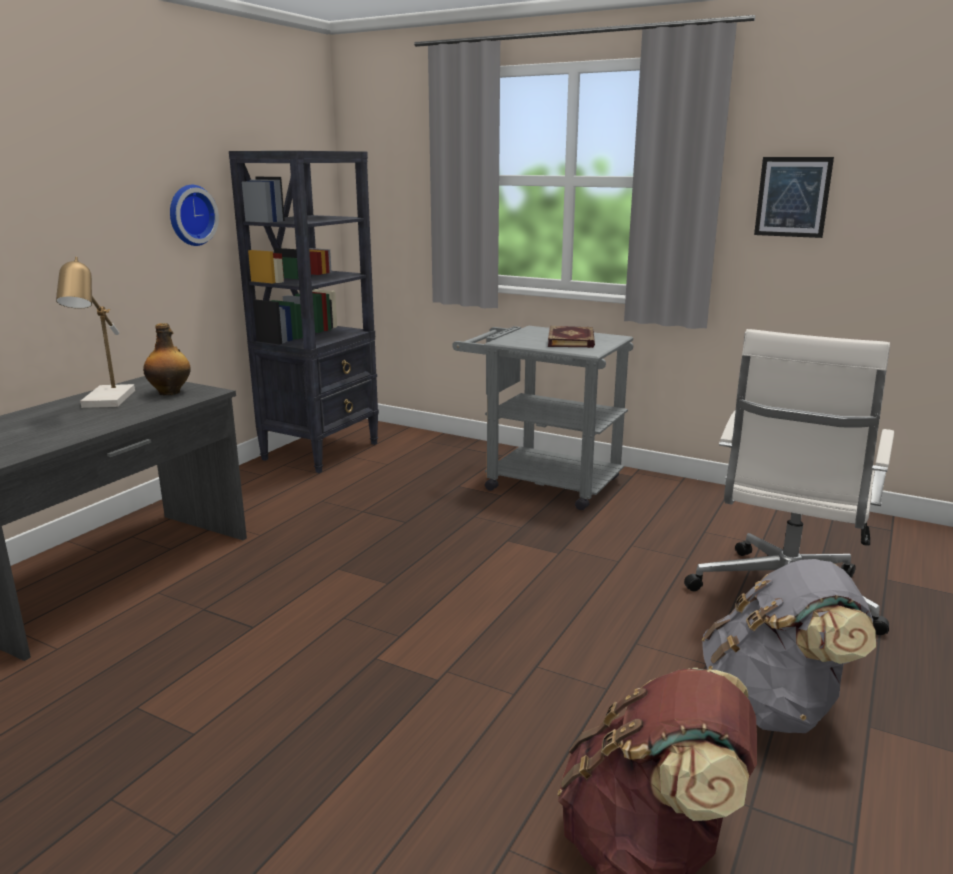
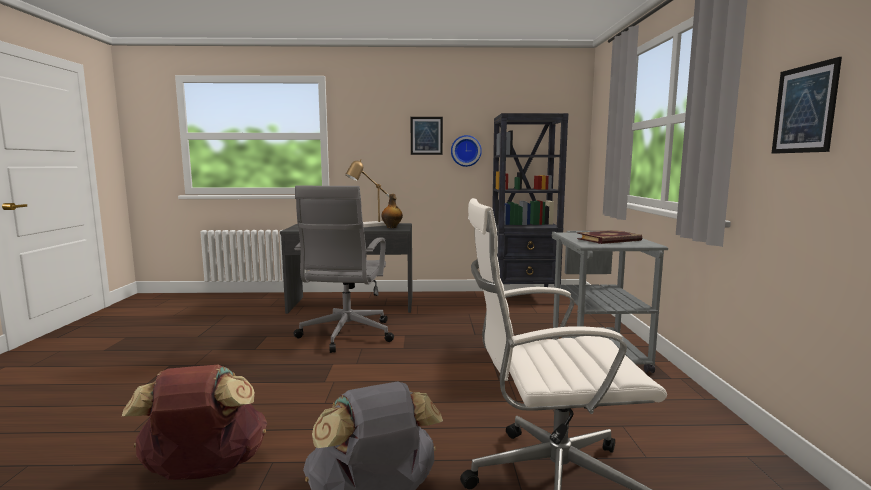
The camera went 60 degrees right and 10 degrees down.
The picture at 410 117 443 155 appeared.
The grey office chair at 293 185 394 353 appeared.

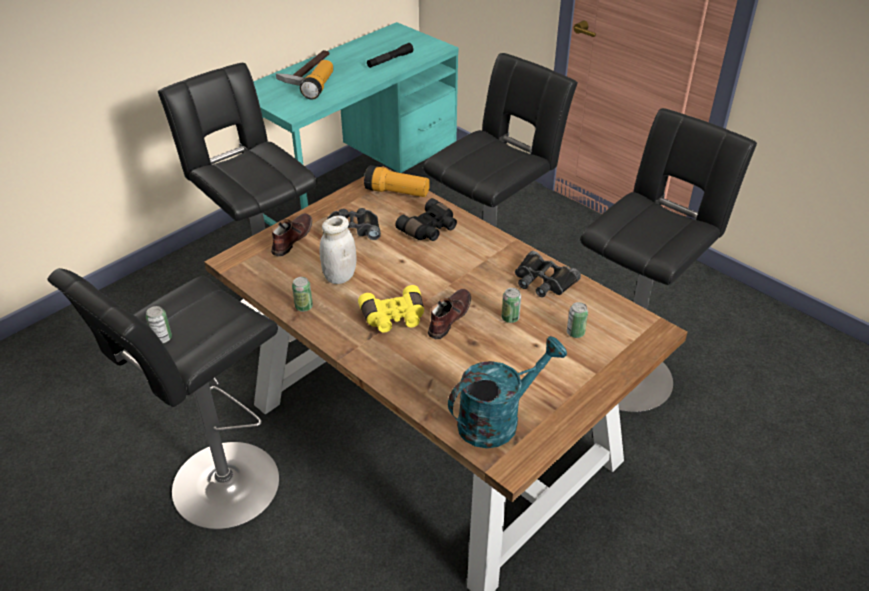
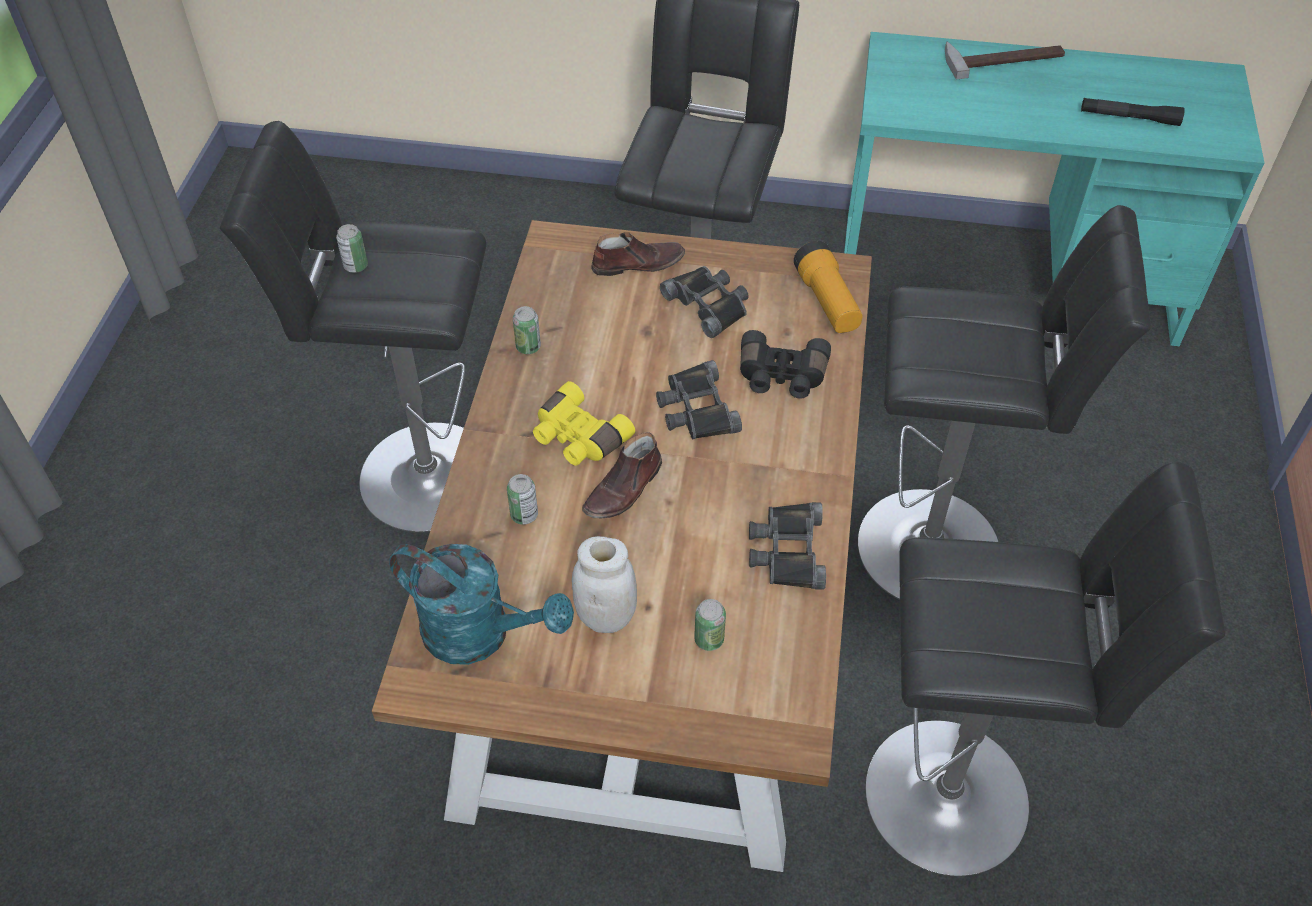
The camera went 55 degrees right and 10 degrees up.
The flashlight at 300 60 333 100 disappeared.
The white jar moved from 319 215 357 284 to 572 536 637 633.
The can moved from 501 288 521 323 to 507 474 538 525.
The brown shoe at 428 289 471 339 turned 135 degrees clockwise.
The black binoculars at 656 360 742 439 appeared.

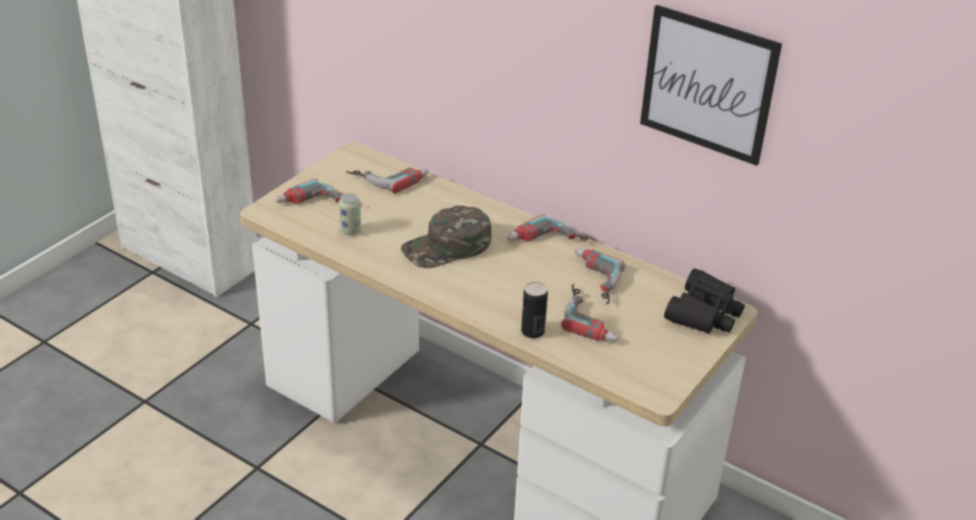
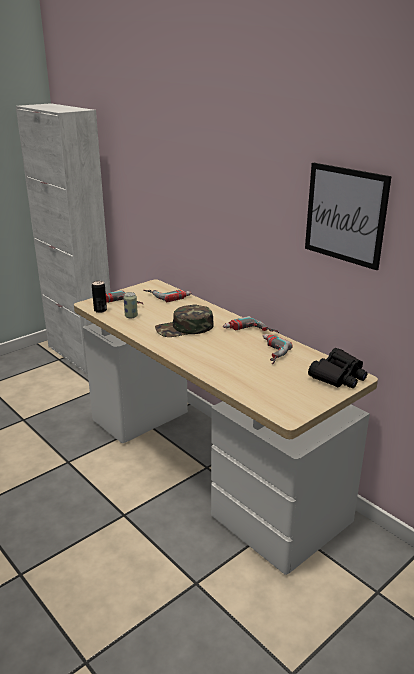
The camera went 15 degrees right and 10 degrees down.
The can moved from 521 282 548 338 to 92 281 107 313.
The power drill at 561 284 618 342 disappeared.

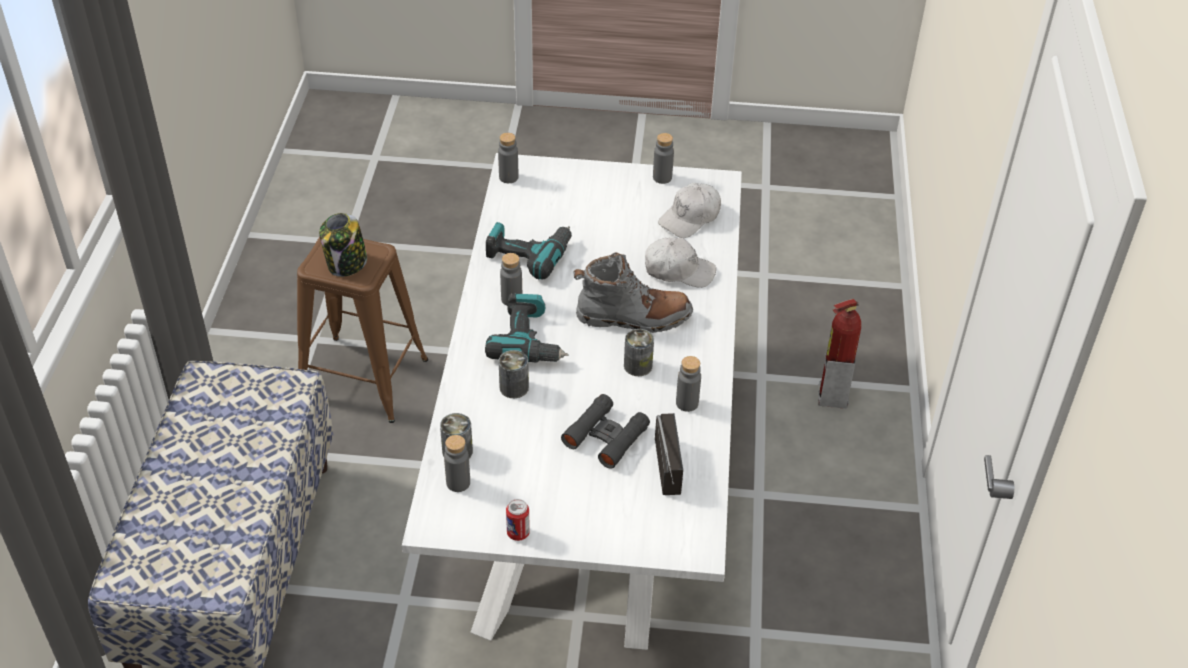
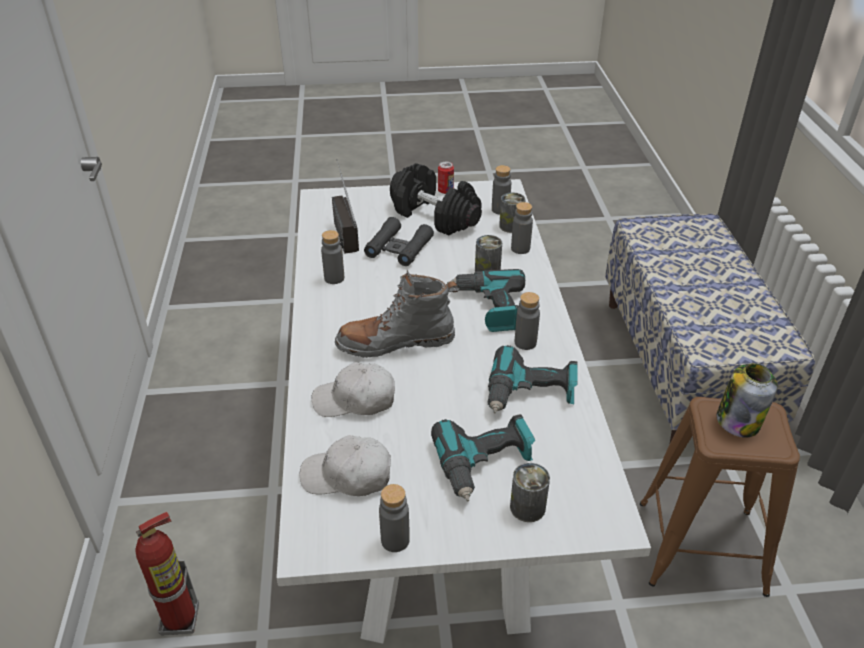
The camera went 170 degrees right and 5 degrees down.
The grey bottle moved from 498 133 518 183 to 511 202 533 254.
The white cap at 658 183 721 238 turned 120 degrees counterclockwise.
The can moved from 624 329 654 376 to 510 463 550 522.
The black dumbbell at 390 163 482 236 appeared.
The power drill at 431 414 535 502 appeared.

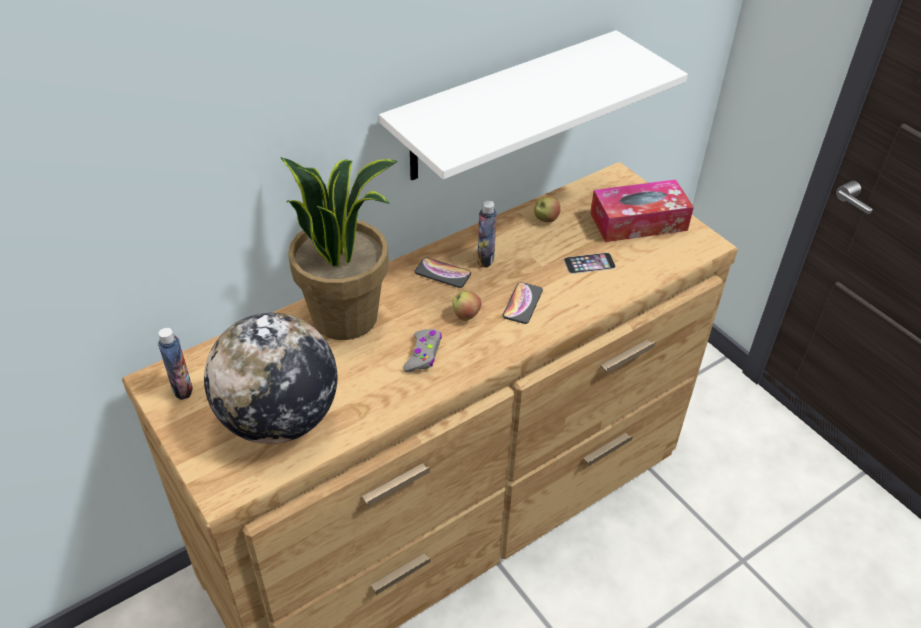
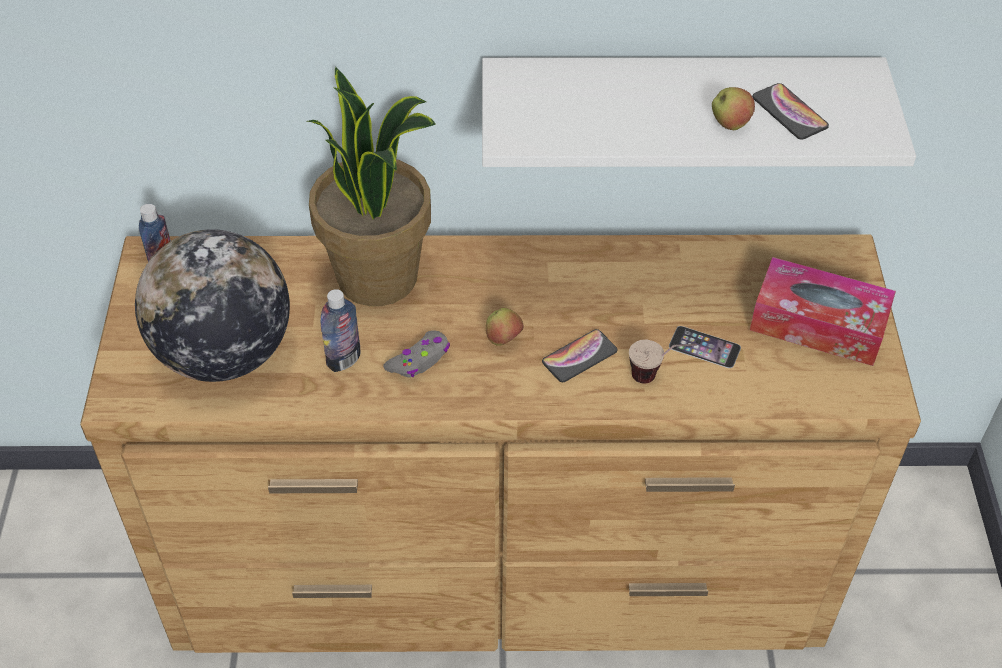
The camera went 35 degrees right and 5 degrees up.
The apple moved from 534 196 561 222 to 712 87 755 130.
The bottle moved from 477 201 497 268 to 321 289 361 372.
The phone moved from 414 257 471 288 to 752 83 829 140.
The cup at 629 340 697 384 appeared.

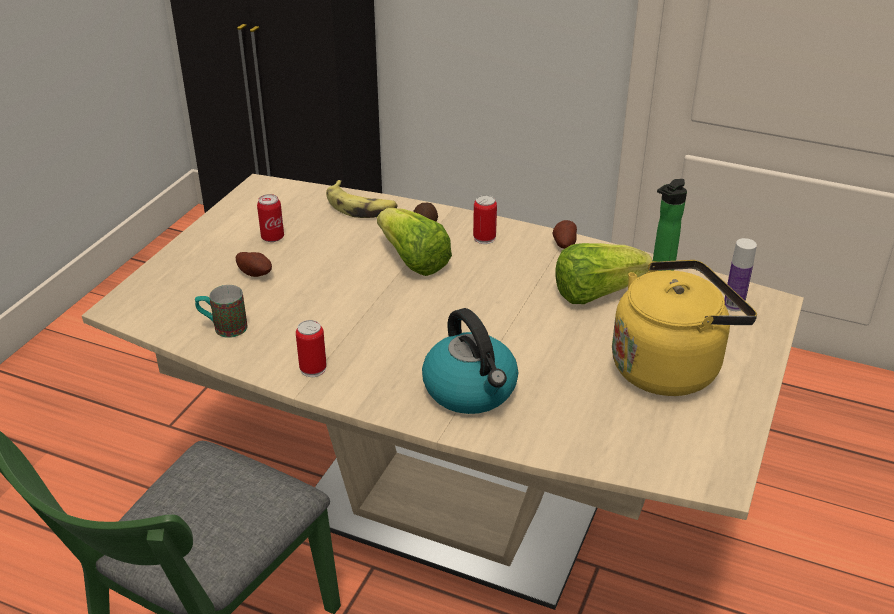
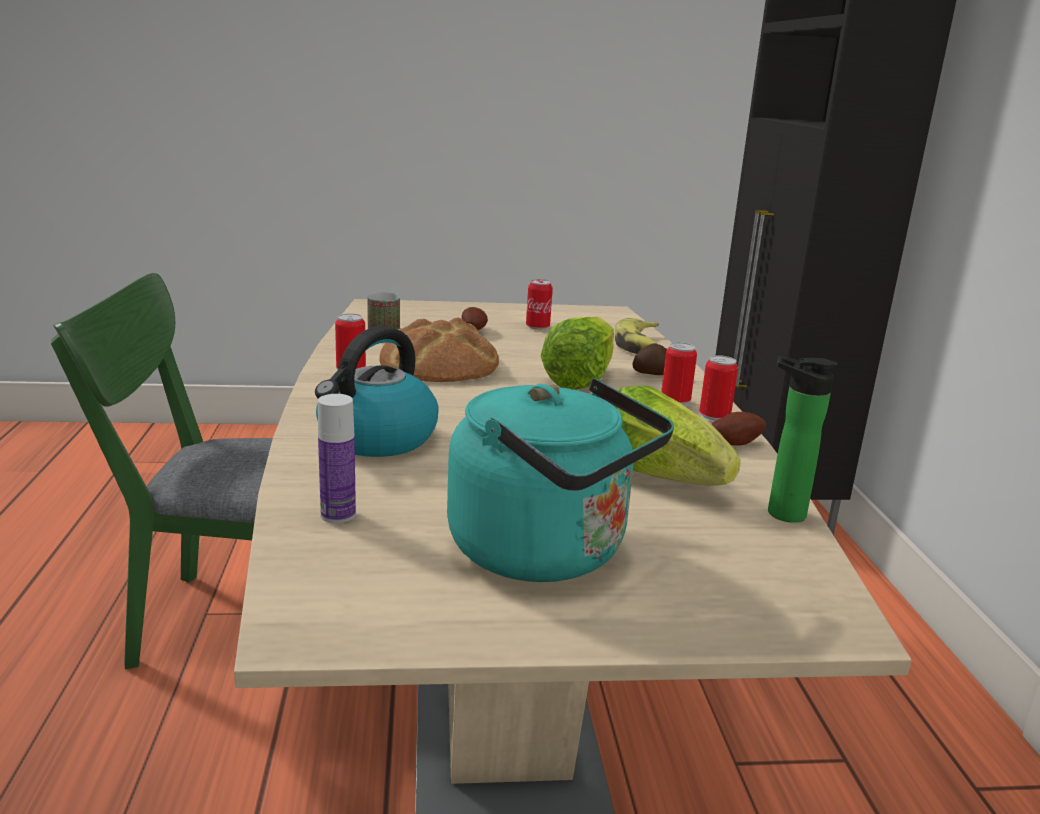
The camera went 60 degrees right and 15 degrees down.
The bottle moved from 724 238 757 311 to 318 394 356 523.
The yellow kettle at 612 260 757 396 became the turquoise kettle at 447 378 674 582.
The bread at 379 317 499 382 appeared.
The can at 699 355 738 423 appeared.

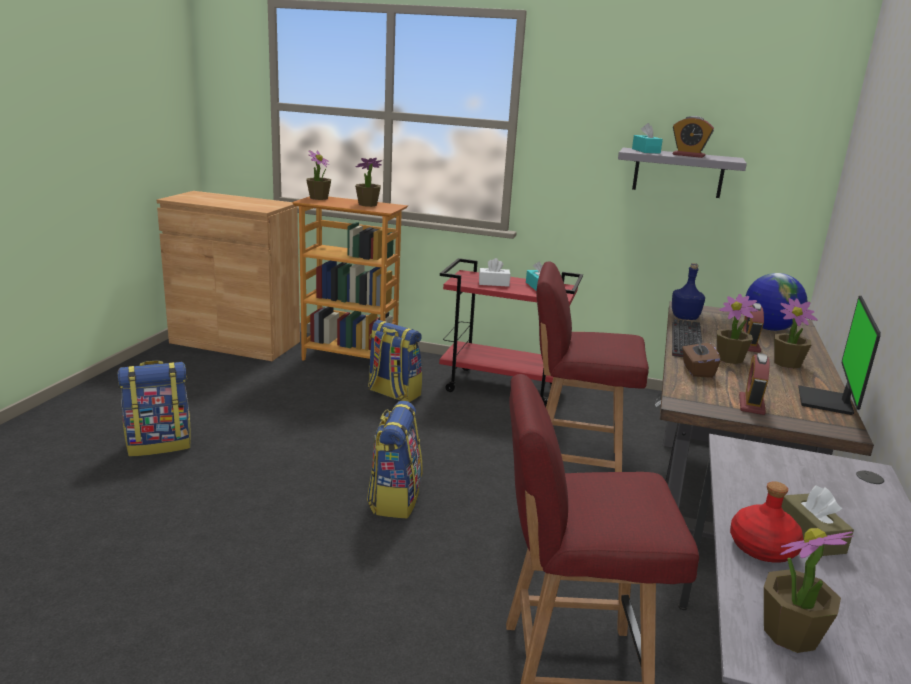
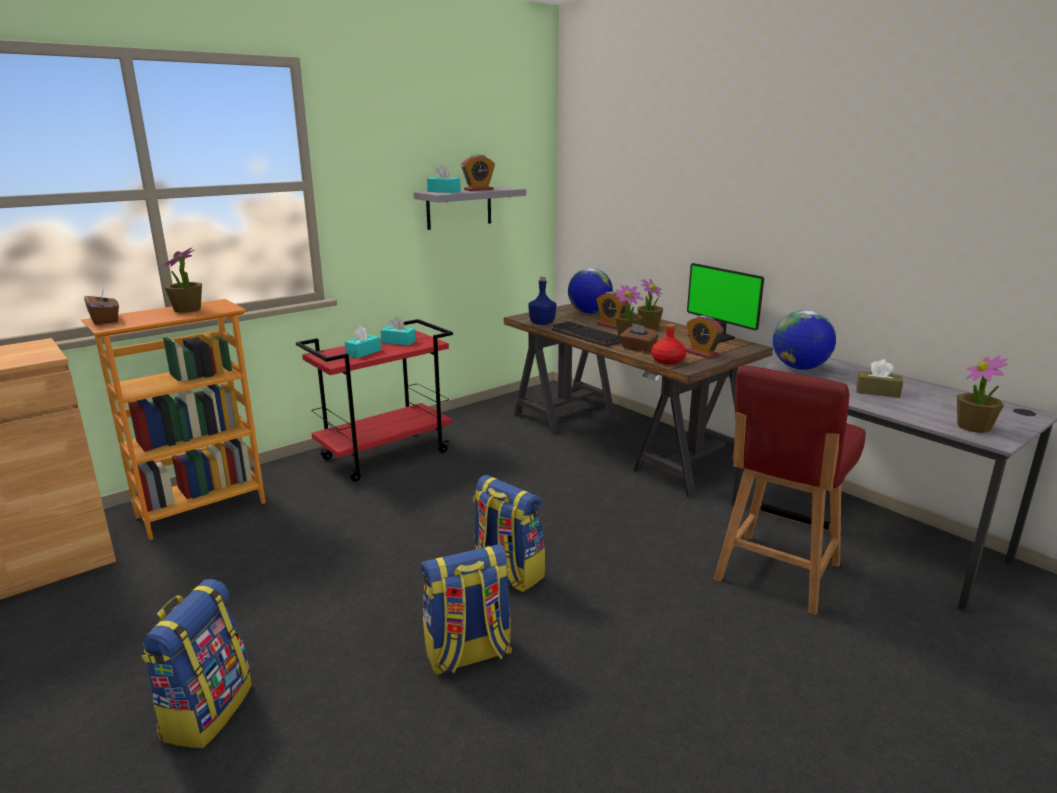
The camera went 55 degrees left and 0 degrees up.
The potted plant at 306 150 331 200 was replaced by the brown tissue box at 84 288 119 325.
The white tissue box at 479 258 510 287 became the turquoise tissue box at 345 326 381 358.
The red chair at 536 261 649 472 disappeared.
The backpack moved from 368 320 422 402 to 420 544 512 675.
The red bottle moved from 730 481 804 563 to 651 324 686 364.
The globe at 773 310 836 370 appeared.

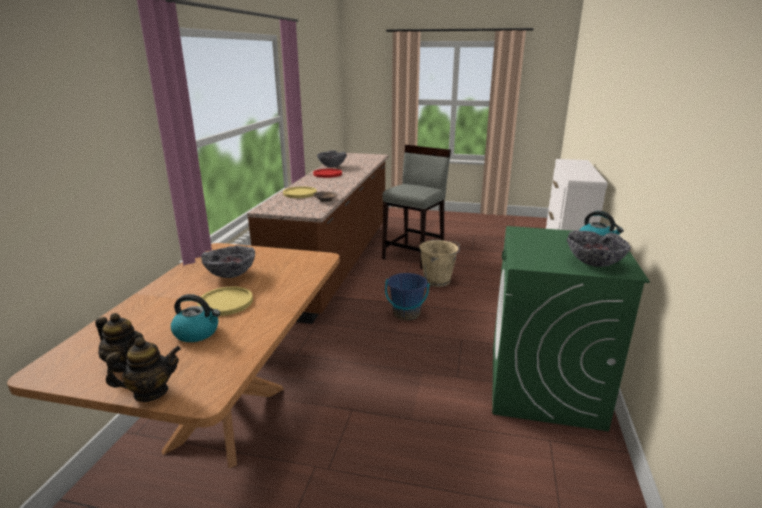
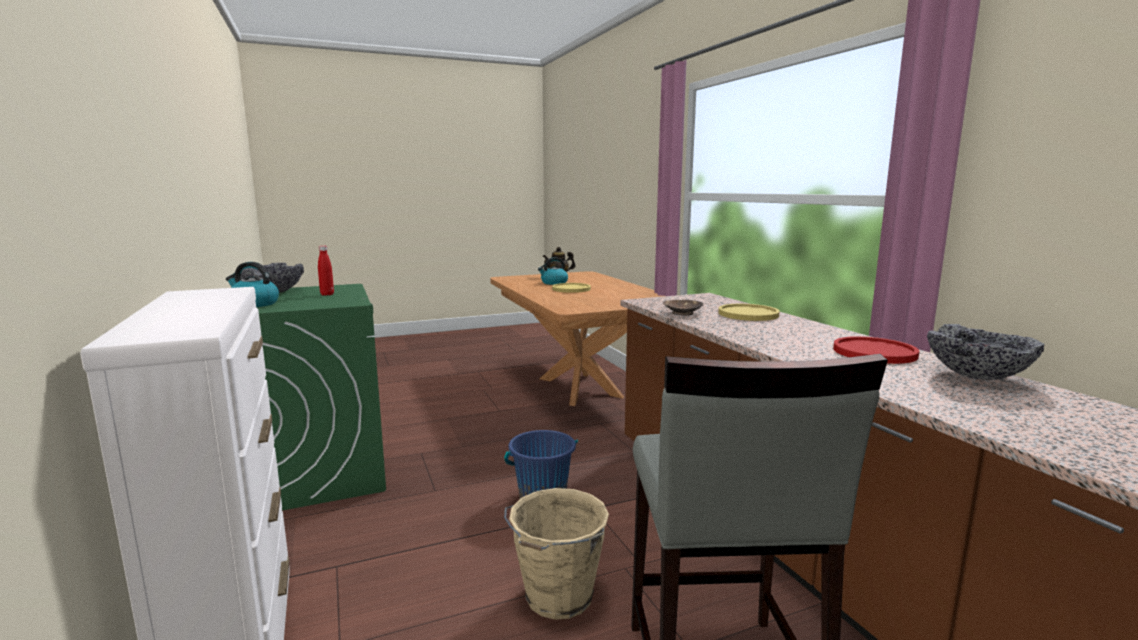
The camera went 145 degrees right and 10 degrees down.
The bowl at 201 246 255 278 disappeared.
The teapot at 106 337 181 402 disappeared.
The red bottle at 318 246 334 296 appeared.

